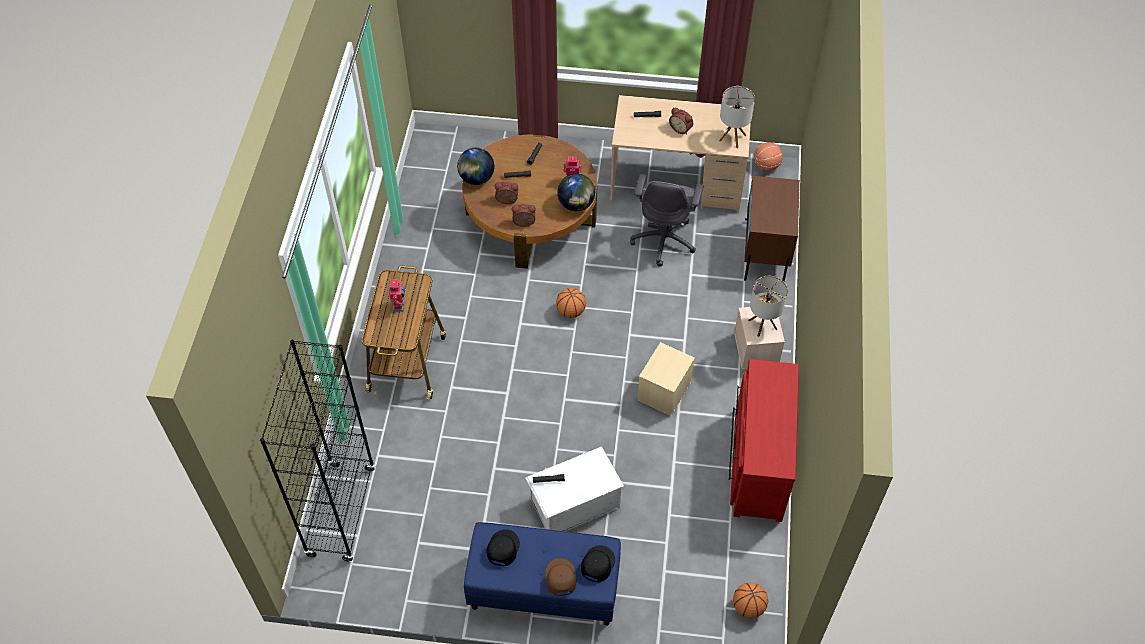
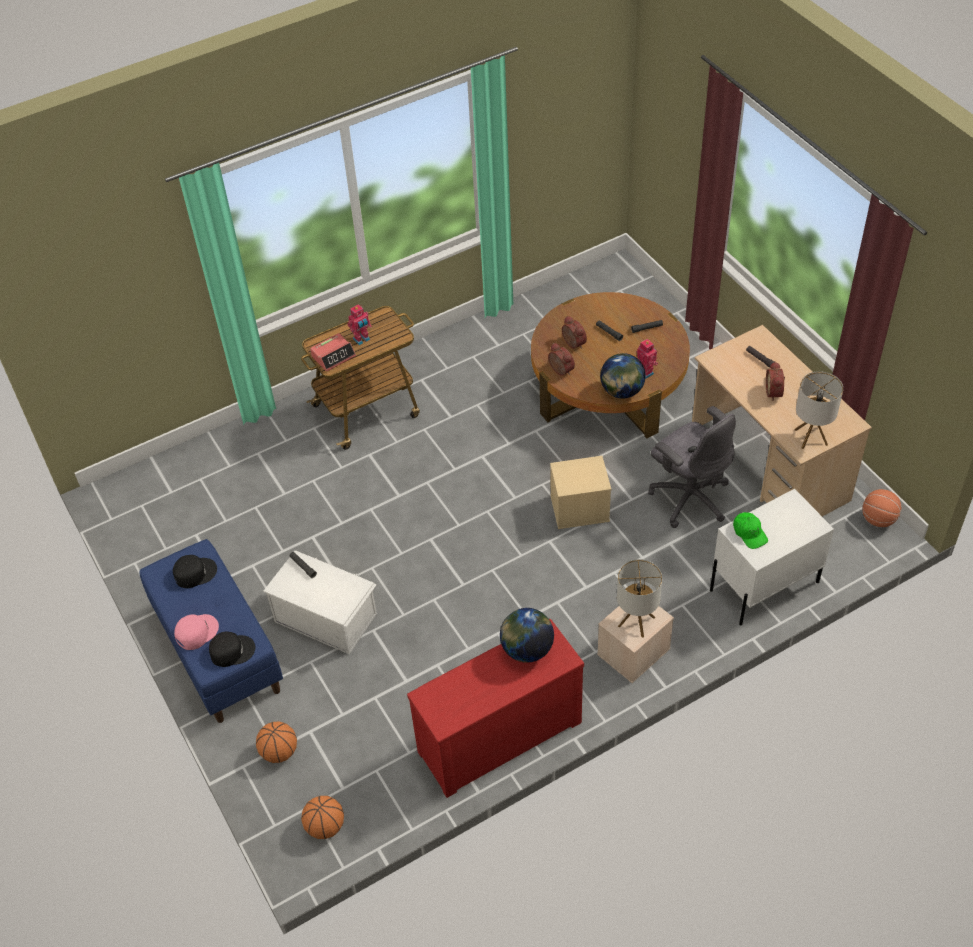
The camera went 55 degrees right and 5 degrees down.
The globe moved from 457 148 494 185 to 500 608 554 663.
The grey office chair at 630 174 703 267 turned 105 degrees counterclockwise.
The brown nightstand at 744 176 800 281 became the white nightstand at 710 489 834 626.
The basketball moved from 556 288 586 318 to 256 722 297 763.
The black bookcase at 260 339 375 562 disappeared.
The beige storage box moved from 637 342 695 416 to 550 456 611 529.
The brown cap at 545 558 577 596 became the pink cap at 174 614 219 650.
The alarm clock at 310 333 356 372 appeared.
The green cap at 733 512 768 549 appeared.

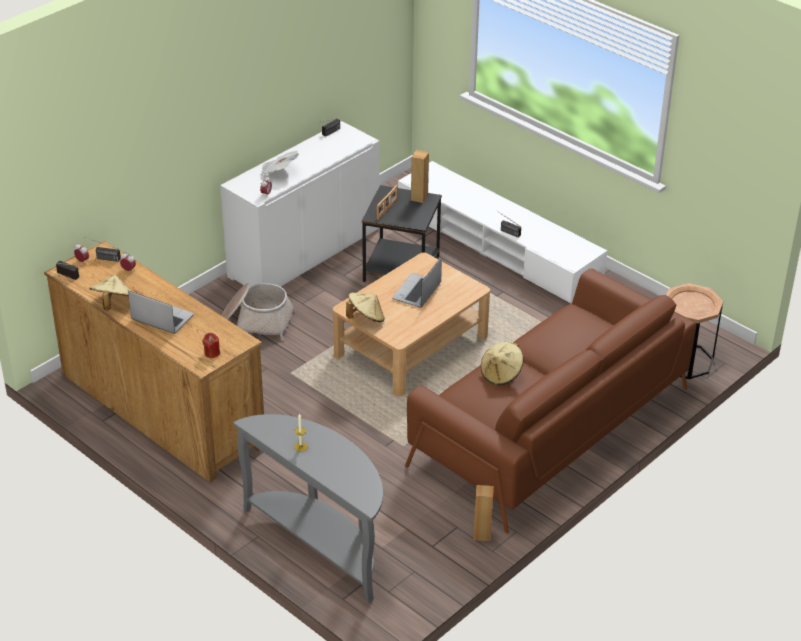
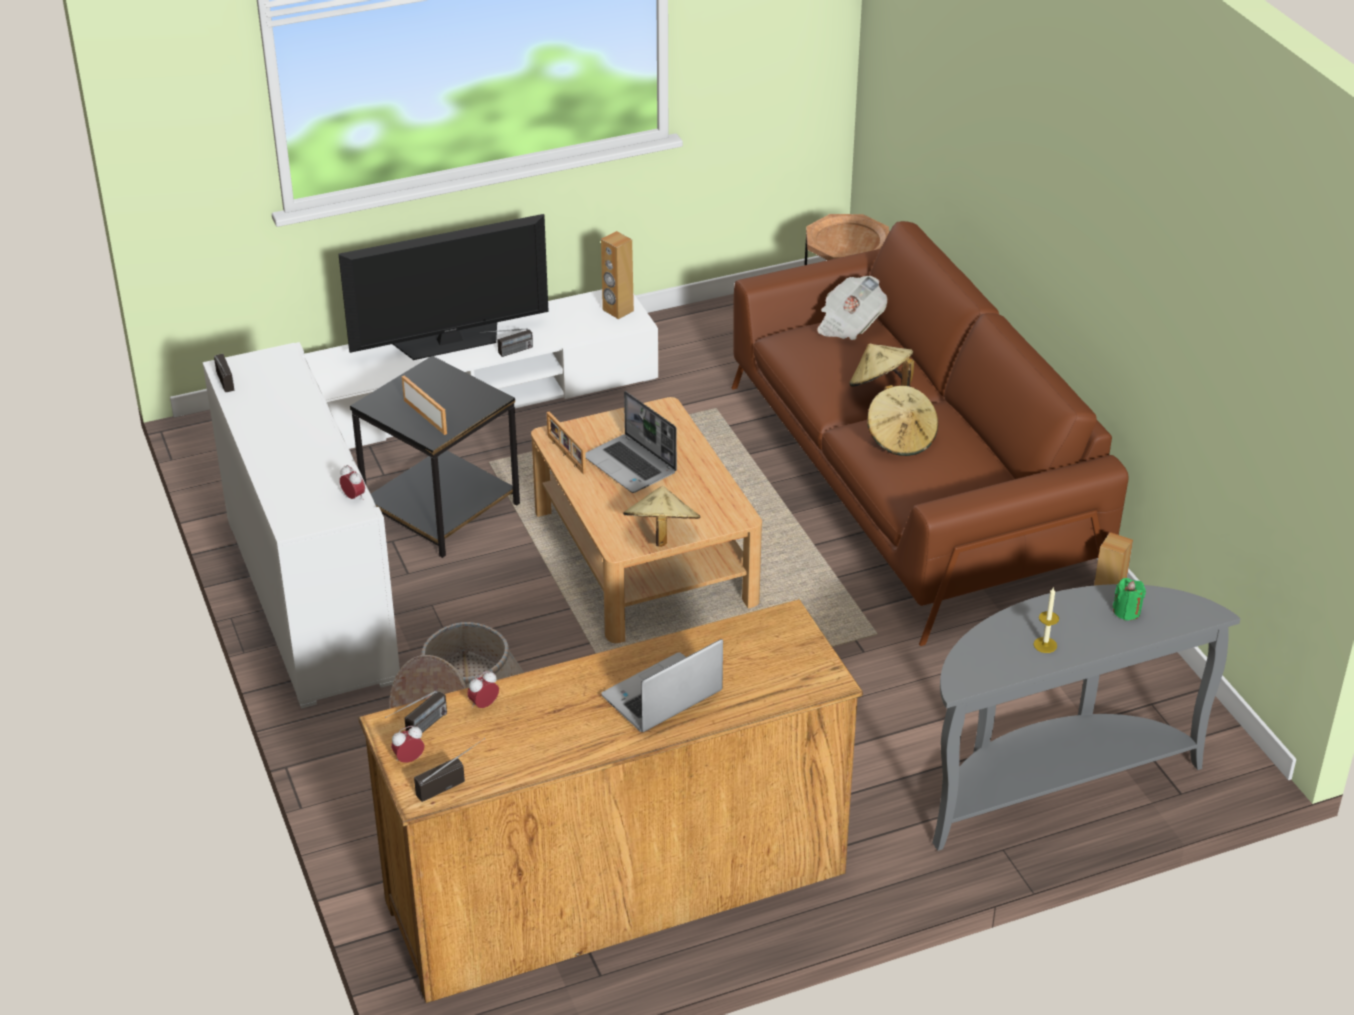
The camera went 65 degrees left and 0 degrees up.
The newspaper moved from 261 150 299 175 to 817 276 887 340.
The brown speaker moved from 411 150 429 203 to 601 231 634 319.
The beige hat moved from 89 274 133 311 to 849 343 914 387.
The red candle at 202 333 220 358 disappeared.
The television at 339 214 549 360 appeared.
The picture frame at 547 411 586 474 appeared.
The green candle at 1112 578 1146 620 appeared.

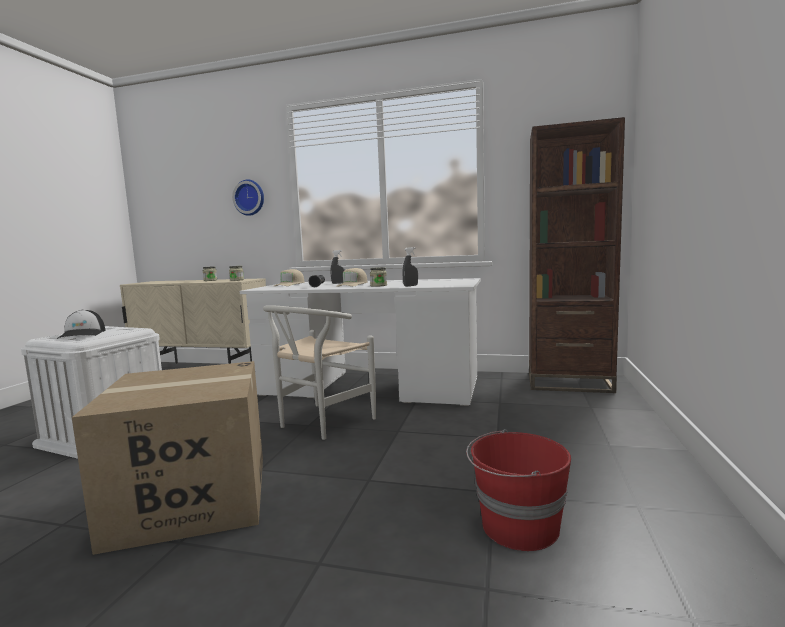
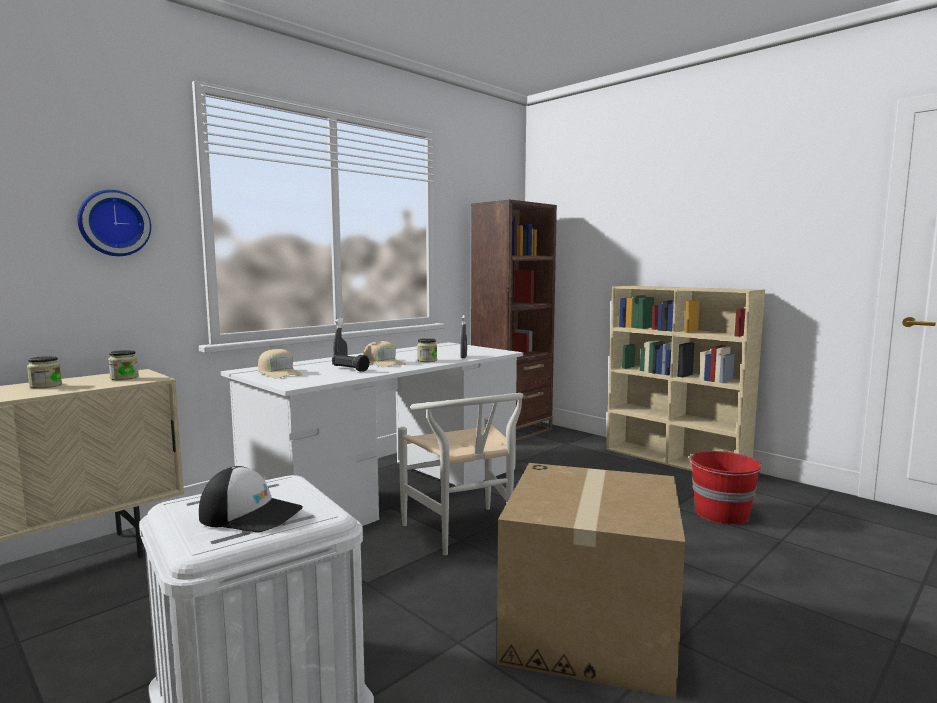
The camera went 60 degrees left and 0 degrees up.
The beige bookcase at 606 286 765 471 appeared.

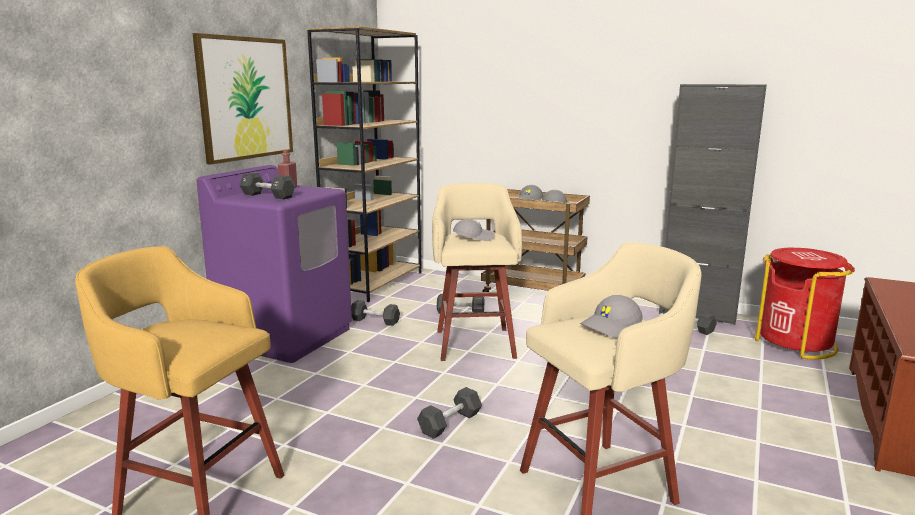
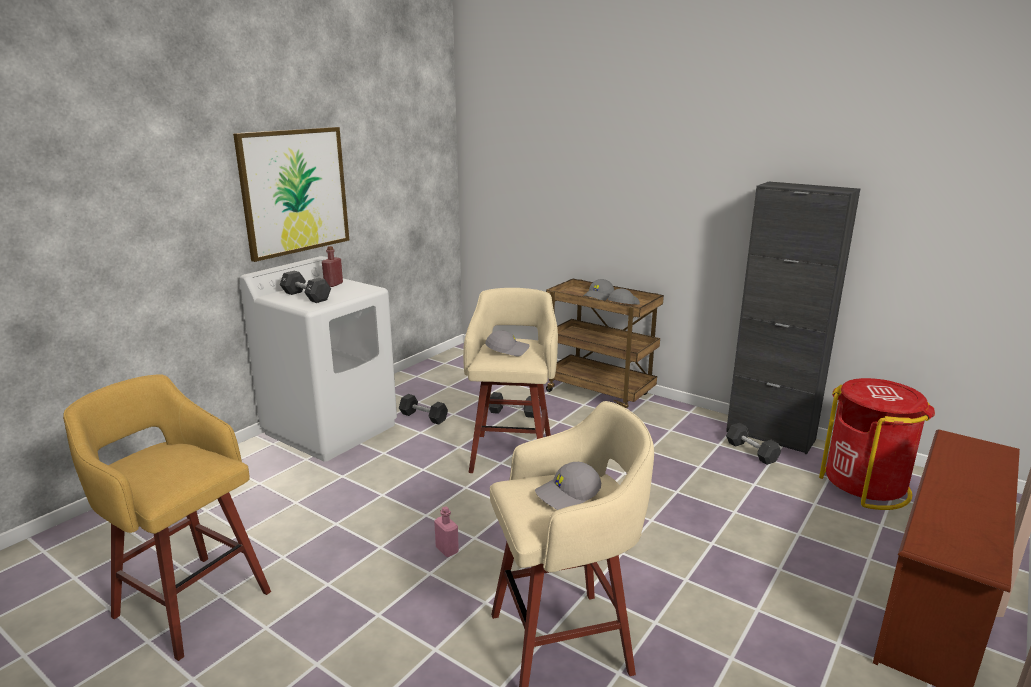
The camera went 10 degrees right and 5 degrees up.
The brown bookcase at 307 26 421 302 disappeared.
The purple washing machine at 196 165 352 363 became the white washing machine at 239 256 397 462.
The black dumbbell at 417 387 482 439 was replaced by the pink bottle at 434 506 459 557.

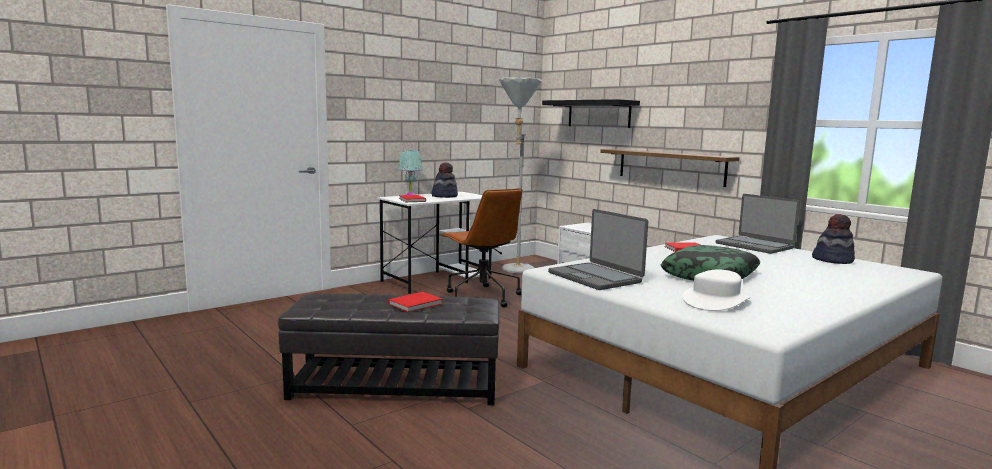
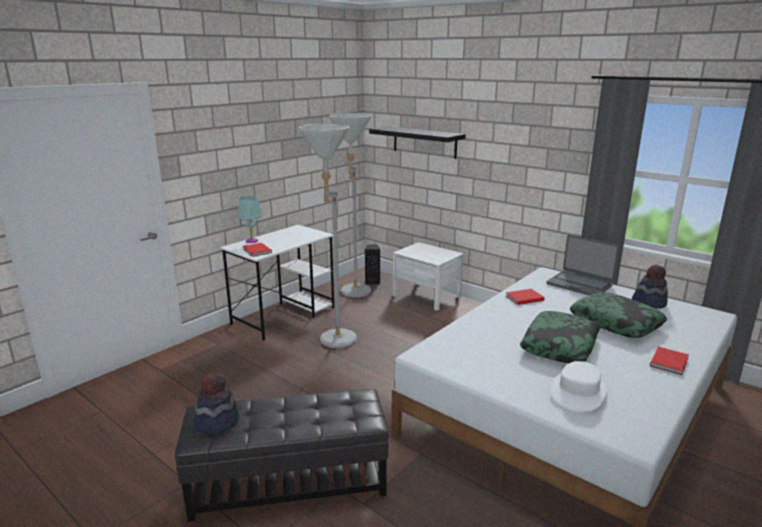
The camera went 10 degrees left and 10 degrees up.
The shelf at 600 149 740 187 disappeared.
The hat moved from 431 162 458 198 to 194 372 239 434.
The brown office chair at 442 188 522 307 was replaced by the grey floor lamp at 299 124 357 348.
The laptop at 548 209 648 290 disappeared.
The red book moved from 388 292 443 312 to 650 347 689 375.
The black speaker at 365 245 381 284 appeared.
The pillow at 570 292 667 338 appeared.

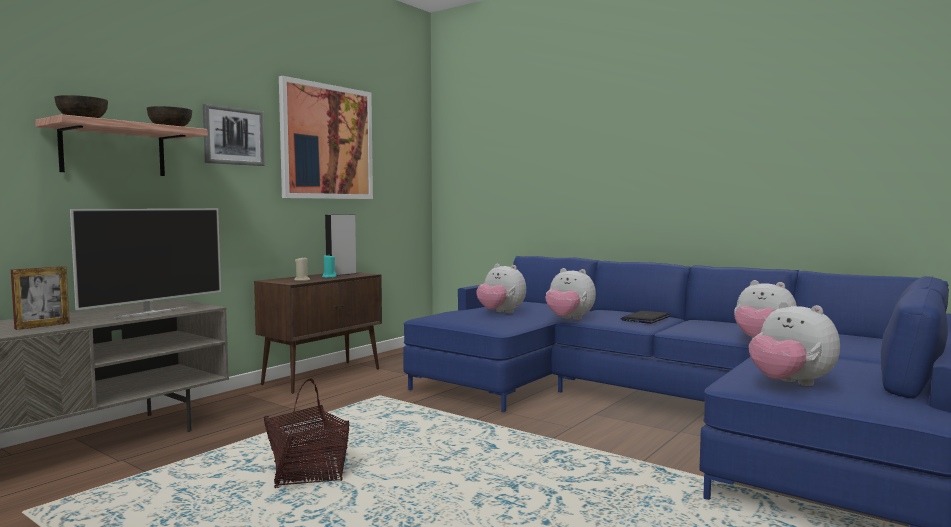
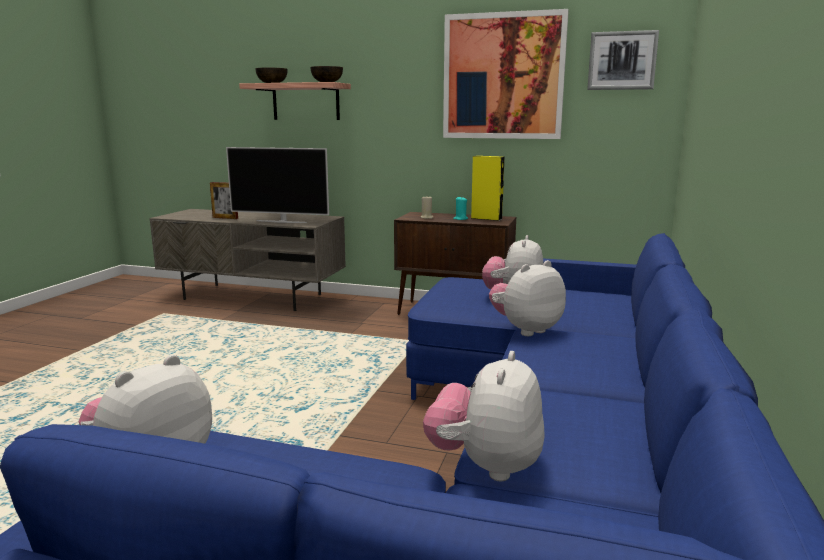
The camera went 70 degrees right and 10 degrees up.
The picture moved from 203 104 265 166 to 587 30 659 90.
The grey speaker at 325 214 356 275 became the yellow speaker at 471 156 505 221.
The plush toy at 545 268 596 320 turned 45 degrees clockwise.
The laptop at 620 311 670 324 disappeared.
The basket at 264 378 350 488 disappeared.

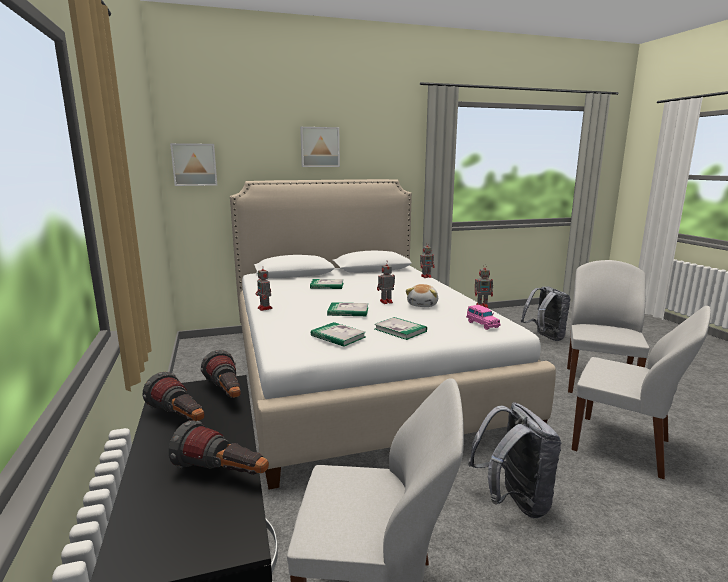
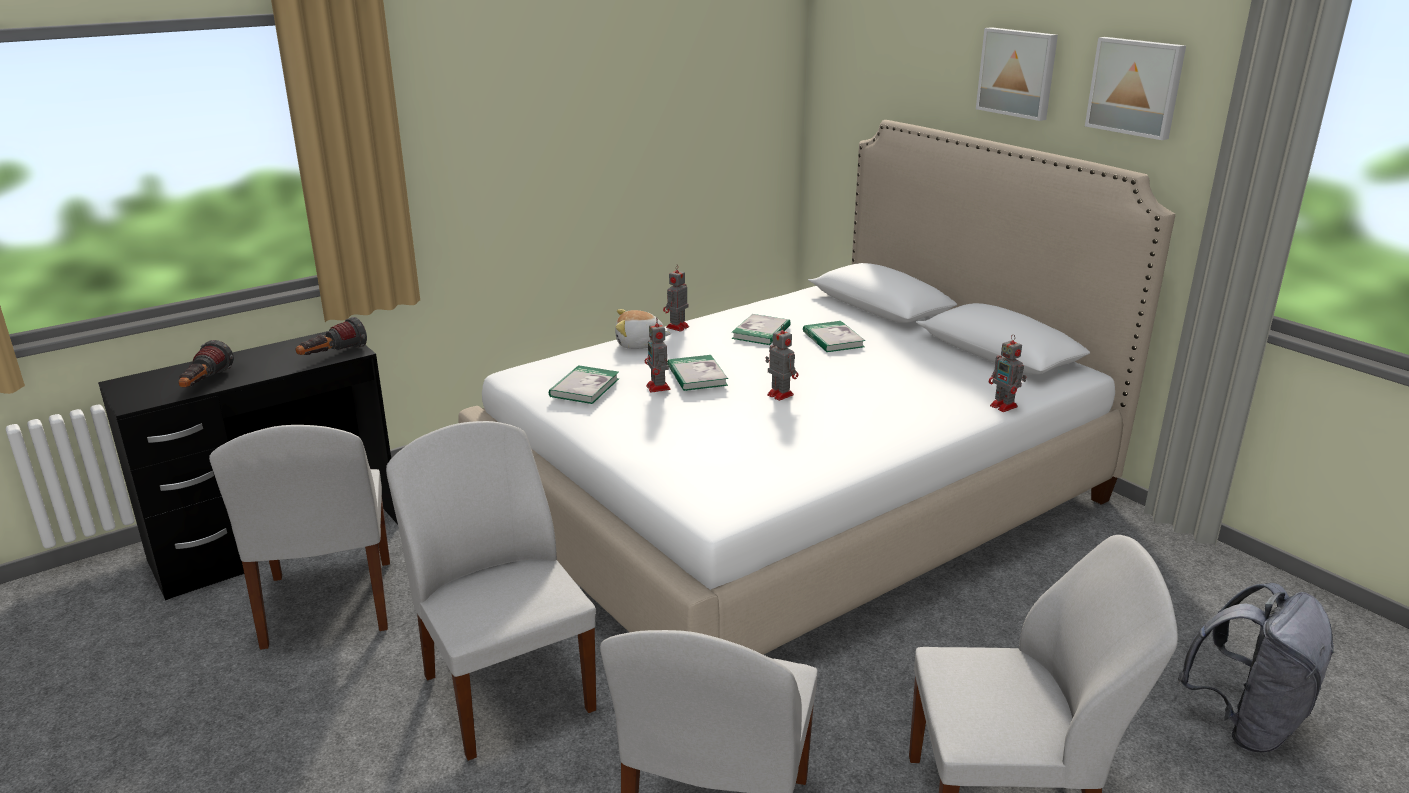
The camera went 70 degrees right and 10 degrees up.
The picture moved from 170 143 217 186 to 1085 37 1186 140.
The toy robot moved from 475 264 493 308 to 645 317 671 393.
The plush toy moved from 406 284 438 307 to 615 309 672 349.
The pink toy car at 466 305 501 330 disappeared.
The book moved from 374 317 427 340 to 731 314 791 345.
The flashlight at 143 372 205 421 disappeared.
The grey backpack at 468 402 561 518 was replaced by the white chair at 386 421 596 761.

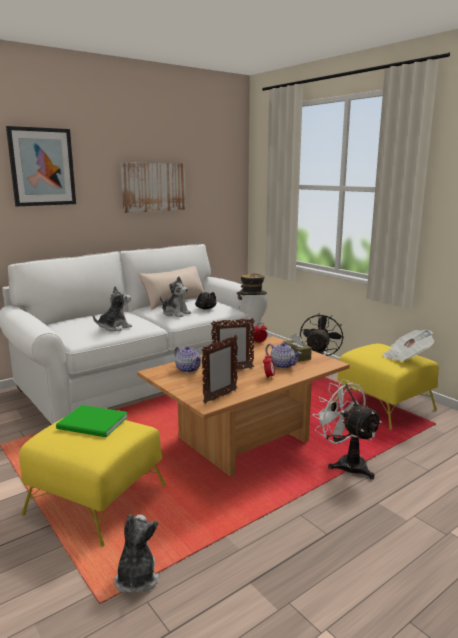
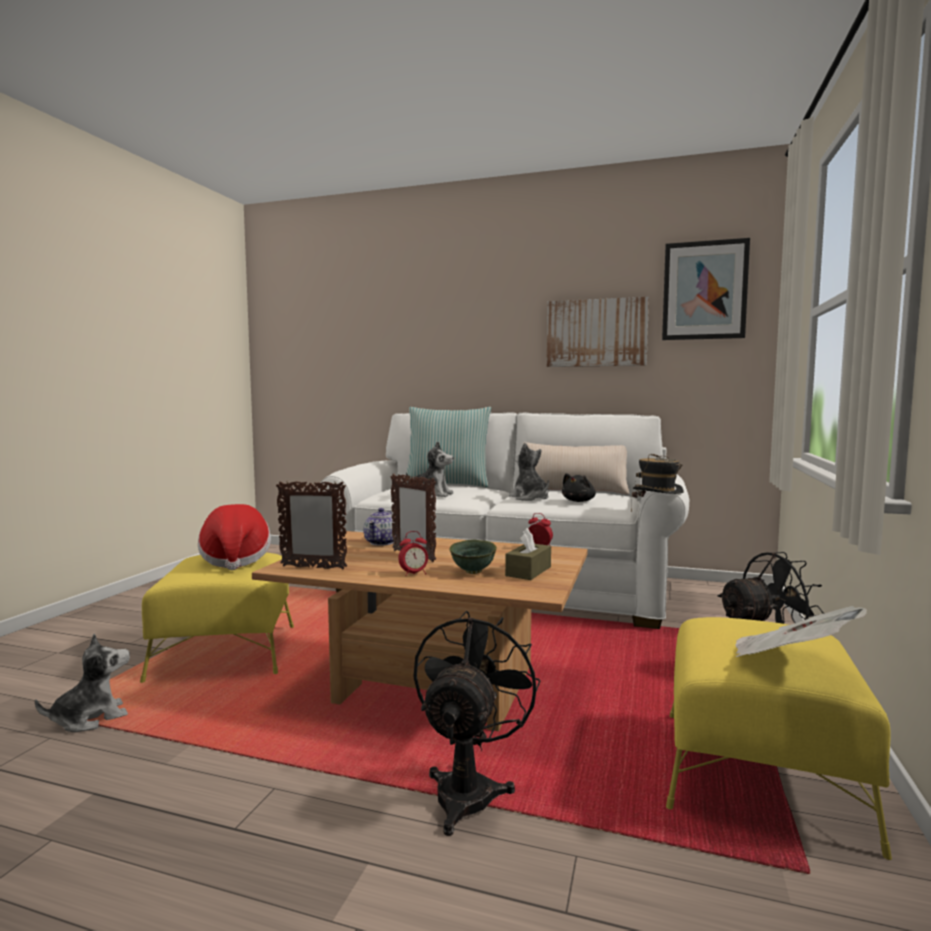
The camera went 55 degrees right and 10 degrees down.
The picture moved from 6 126 76 206 to 662 238 750 340.
The plush toy at 160 276 191 317 turned 150 degrees clockwise.
The teapot at 265 342 301 369 was replaced by the green bowl at 449 540 497 574.
The white fan at 312 379 382 479 became the black fan at 413 611 540 836.
The green book at 56 405 128 437 was replaced by the hat at 198 504 271 570.
The pillow at 404 407 491 487 appeared.

